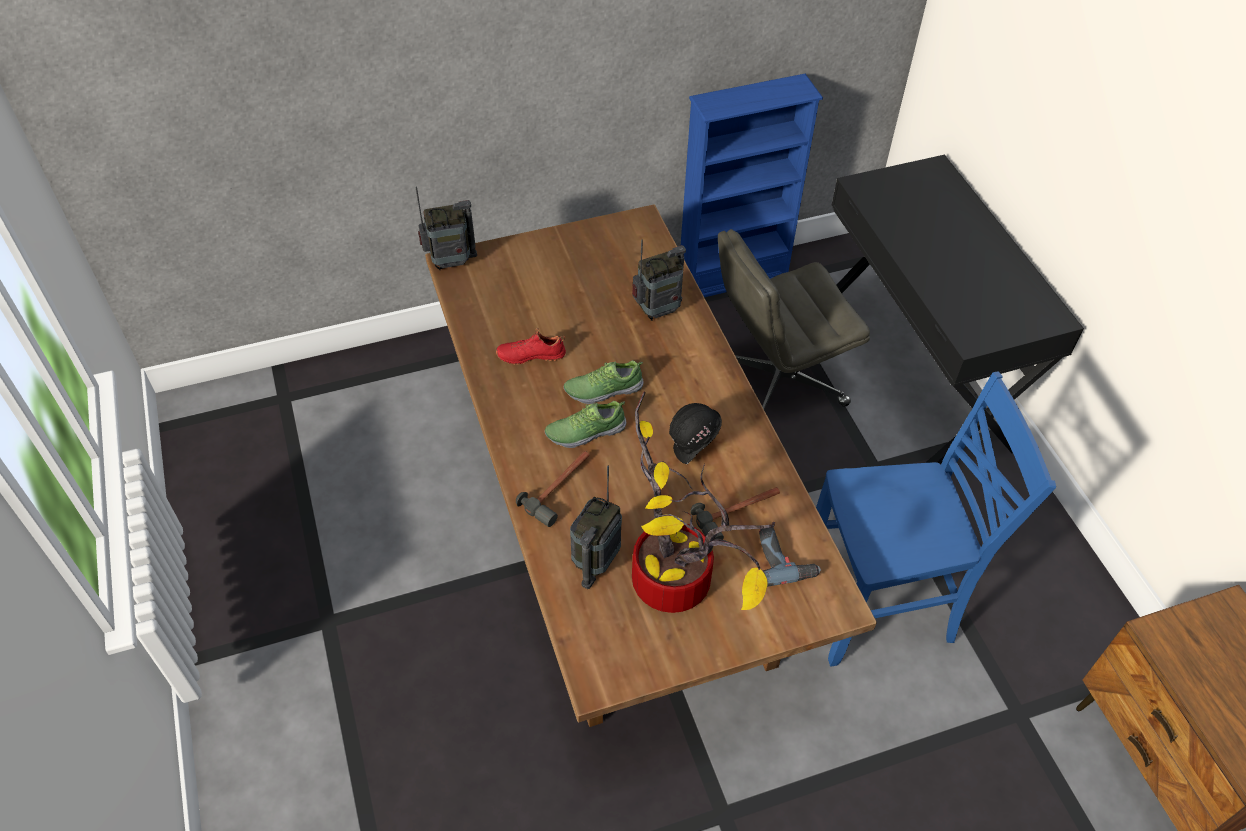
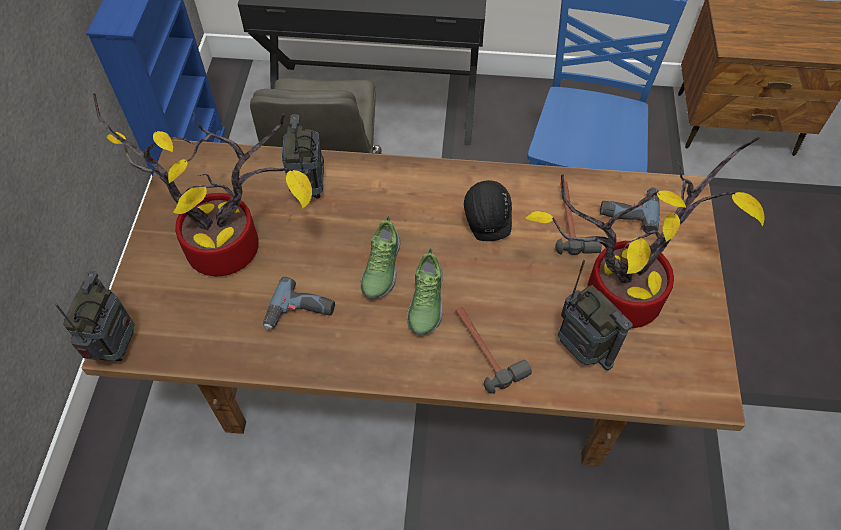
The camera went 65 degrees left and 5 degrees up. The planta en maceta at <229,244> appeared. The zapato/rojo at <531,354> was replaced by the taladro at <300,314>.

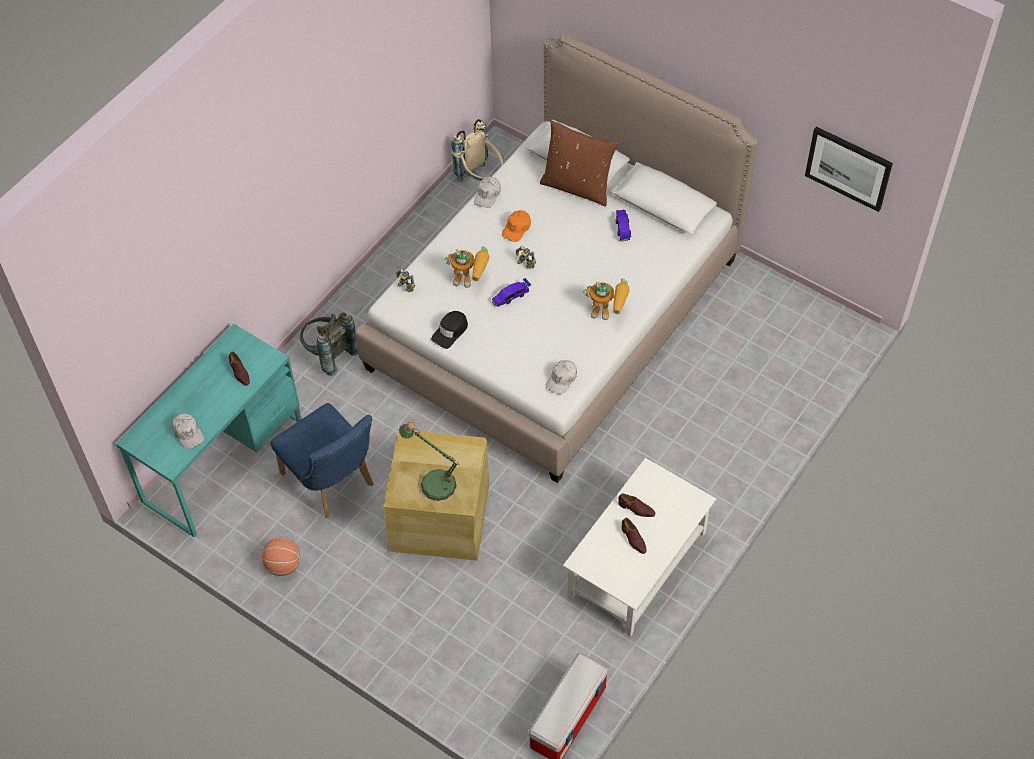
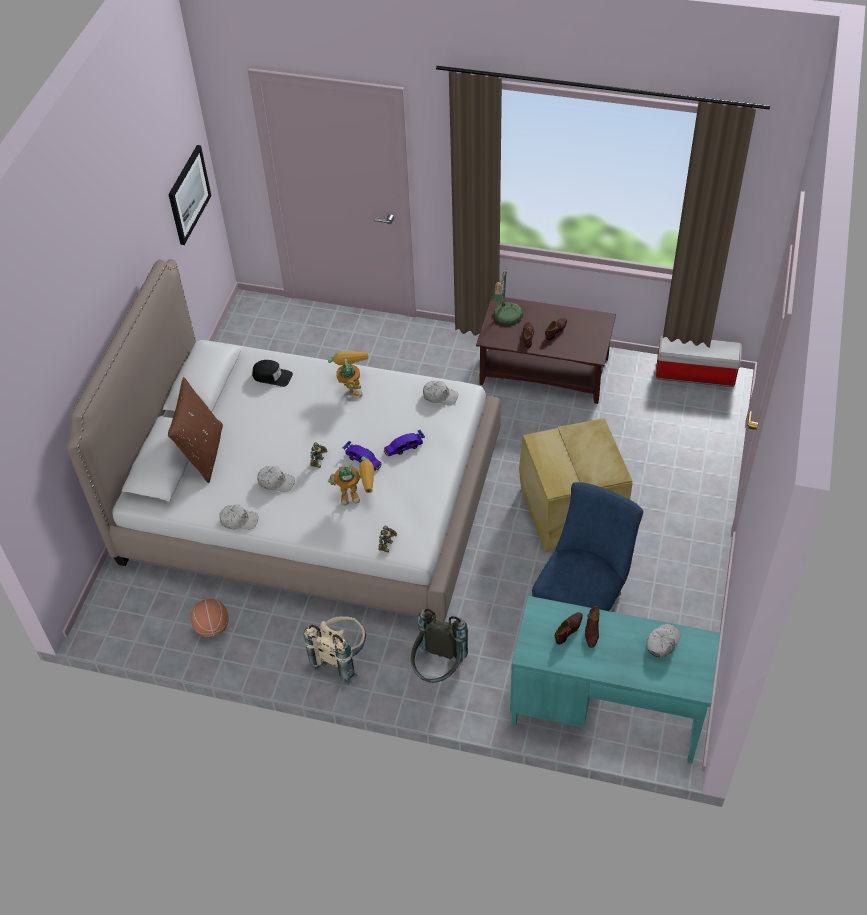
The camera went 110 degrees left and 5 degrees down. The balón de baloncesto moved from <283,565> to <212,627>. The gorra/negro moved from <450,331> to <272,376>. The gorra/naranja at <517,228> became the gorra/blanco at <276,482>. The mochila/beis moved from <481,179> to <341,657>. The robot de juguete at <470,280> turned 90 degrees clockwise. The coche de juguete moved from <622,227> to <404,447>. The mesa de centro/blanco at <637,564> became the mesa de centro/marrón at <543,371>. The lámpara de mesa moved from <433,481> to <505,318>. The zapato/marrón at <592,630> appeared.

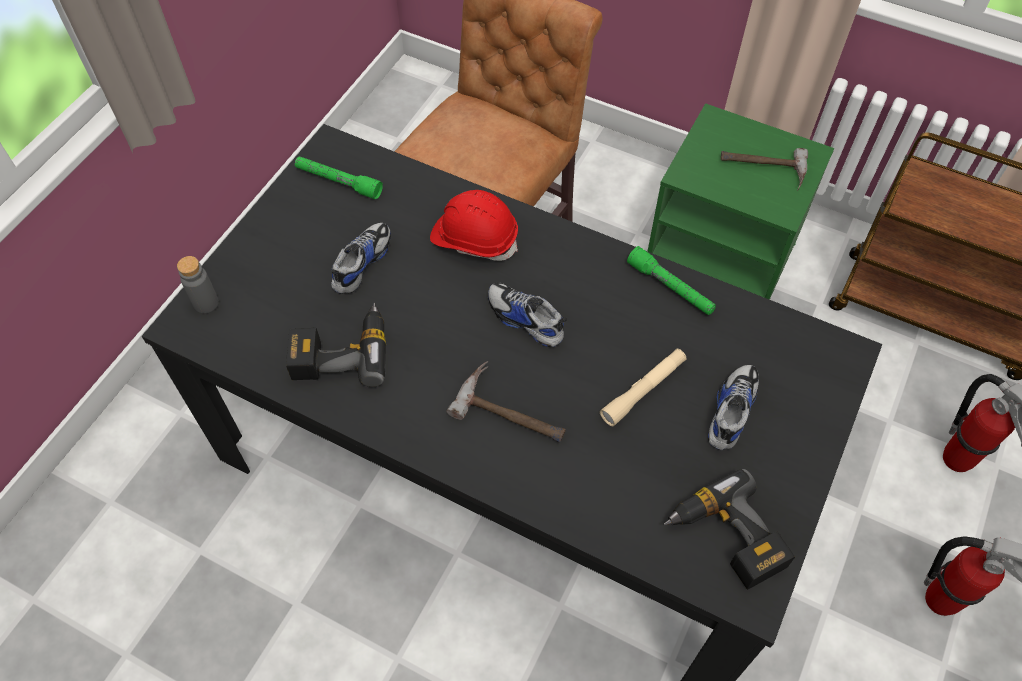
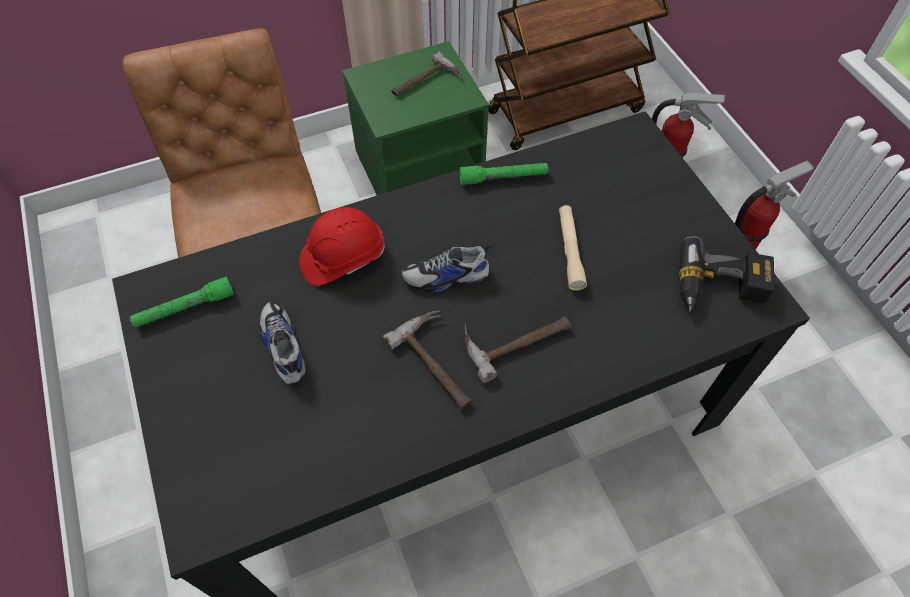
The camera went 50 degrees left and 0 degrees up. The martillo at <439,361> appeared. The botella/gris at <206,303> disappeared. The taladro at <341,351> disappeared. The zapato at <731,411> disappeared.

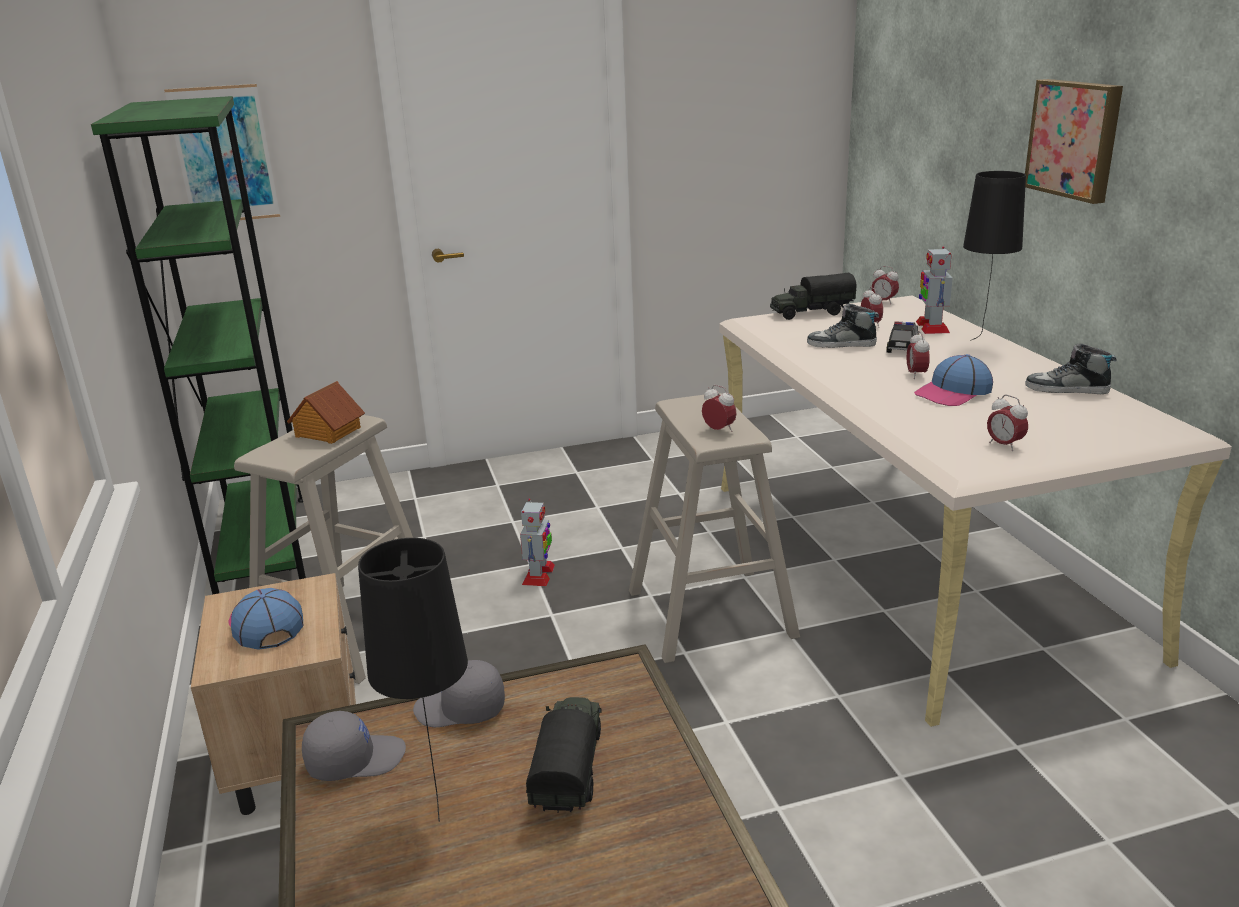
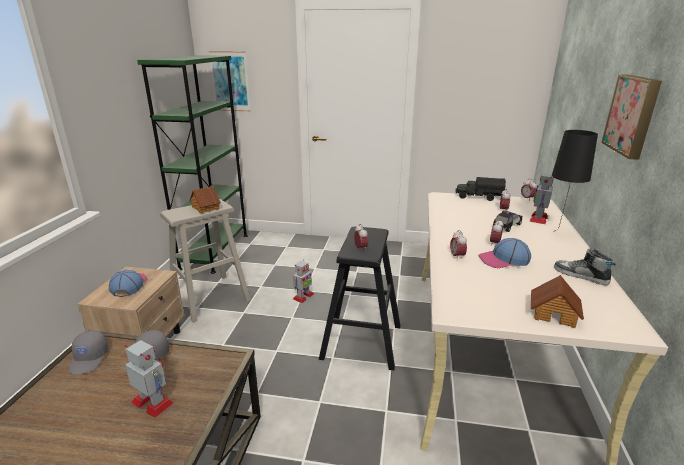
The camera went 25 degrees right and 0 degrees up. The gorra/gris at <355,759> turned 75 degrees clockwise. The camión de juguete at <570,771> was replaced by the robot de juguete at <153,402>. The taburete/beis at <710,613> became the taburete/negro at <361,341>. The despertador moved from <1004,445> to <457,256>. The casita at <554,313> appeared. The lámpara de mesa/negro at <438,804> disappeared. The zapato at <841,344> disappeared.

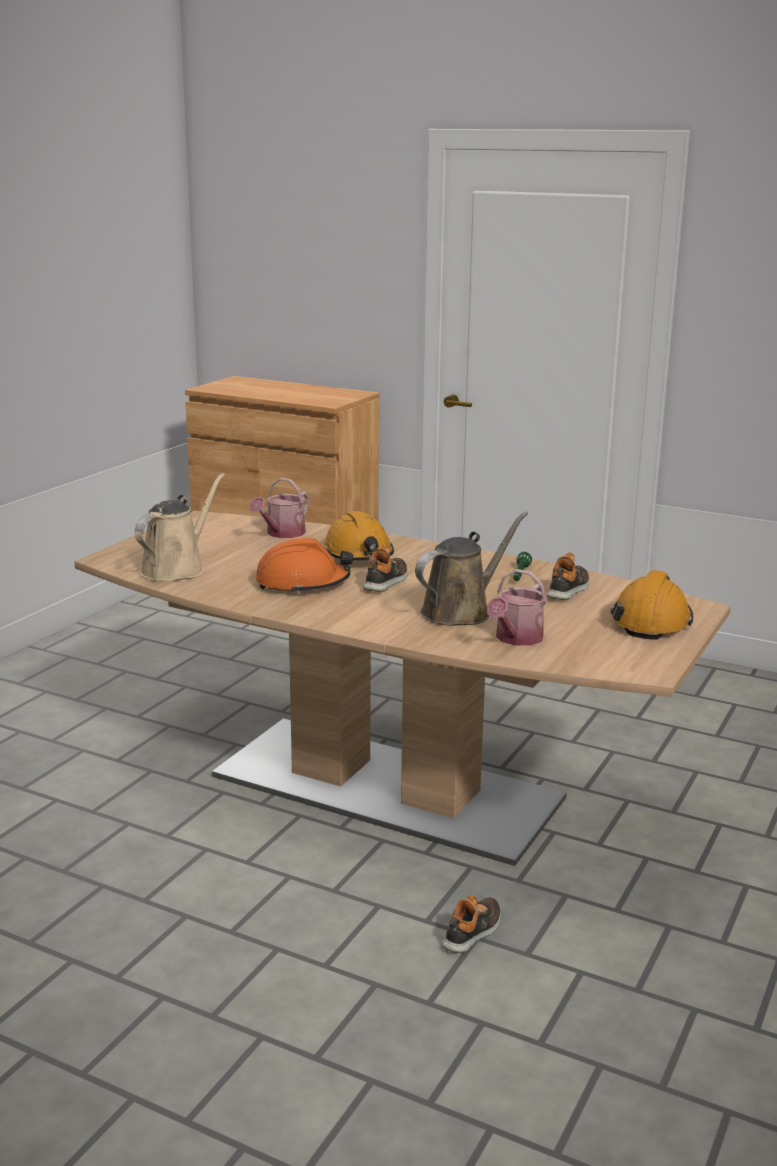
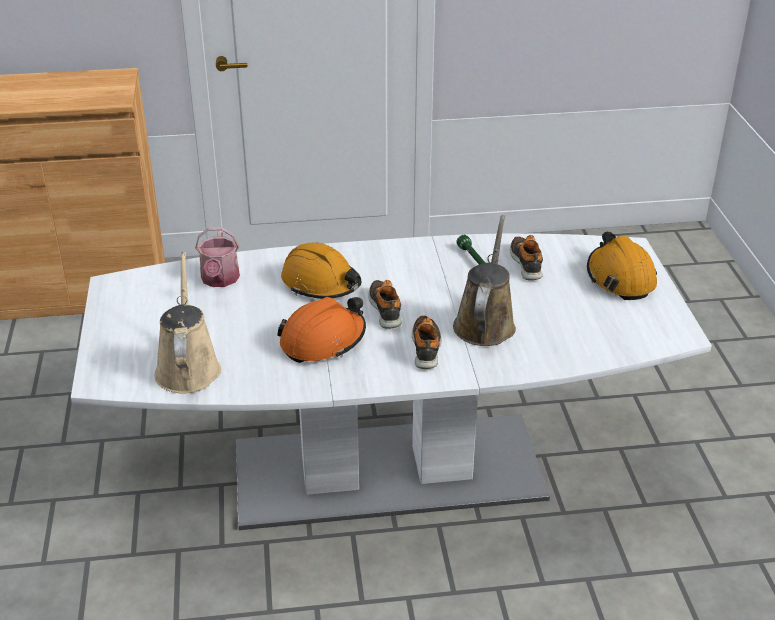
The camera went 35 degrees left and 15 degrees up. The mesa de comedor/marrón at <385,786> became the mesa de comedor/blanco at <386,471>. The zapato moved from <473,932> to <426,348>. The regadera at <516,639> disappeared.

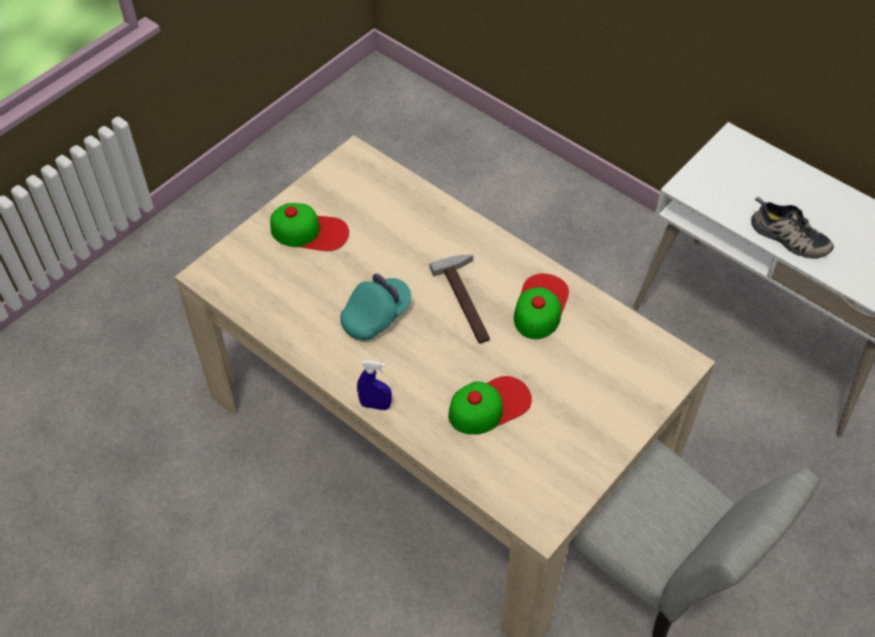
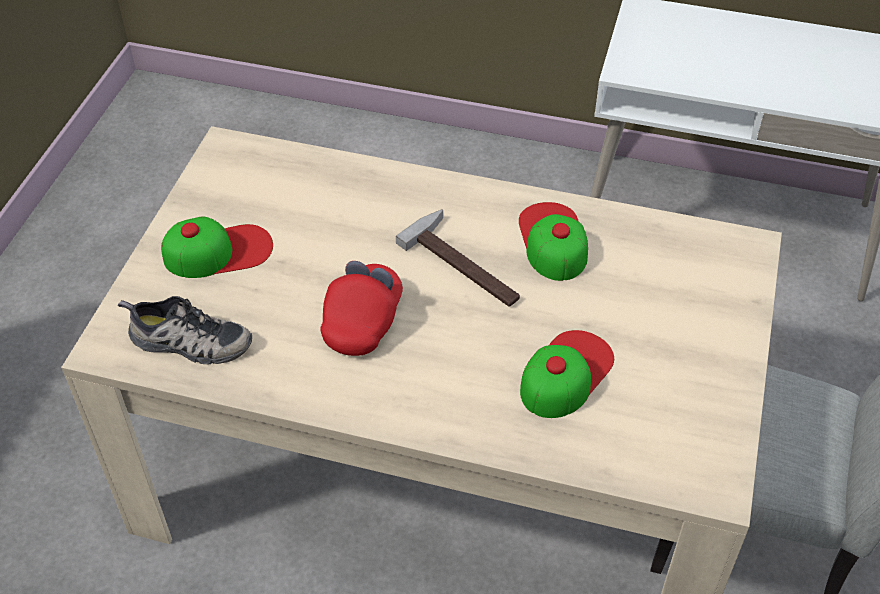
The camera went 25 degrees left and 5 degrees down. The zapato moved from <787,238> to <188,343>. The gorra/turquesa at <376,316> became the gorra/rojo at <363,321>. The pulverizador/azul at <375,405> disappeared.

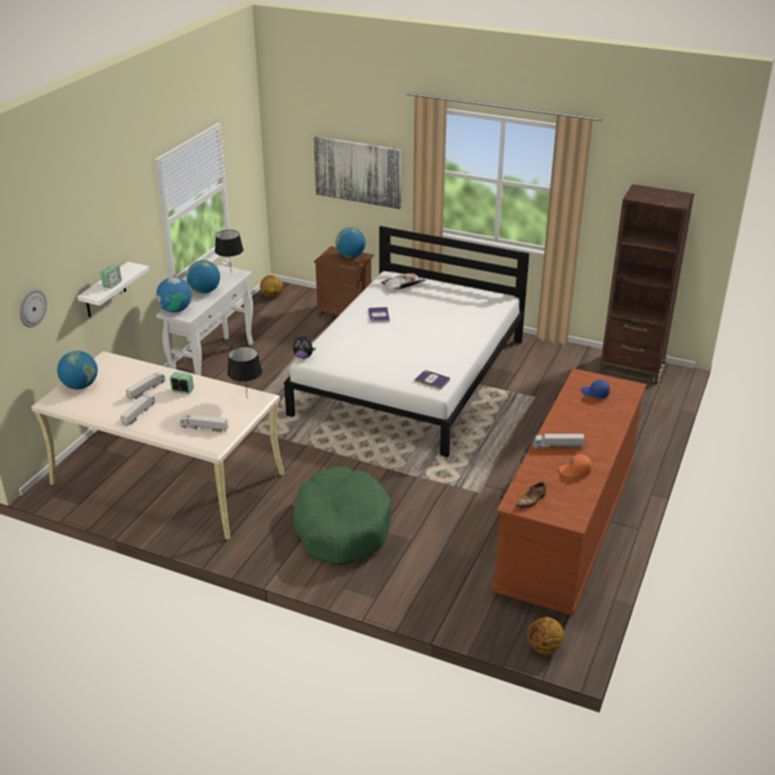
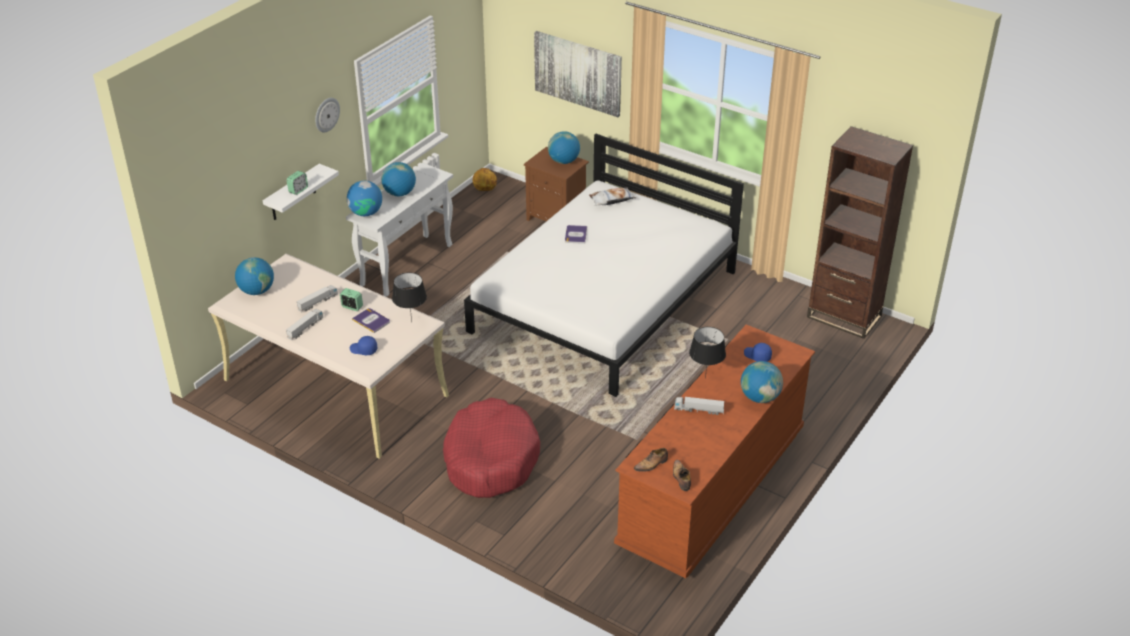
The camera went 10 degrees right and 5 degrees up. The reloj de pared moved from <32,307> to <326,114>. The camión de juguete at <204,428> was replaced by the gorra/azul at <363,350>. The libro moved from <432,380> to <371,321>. The cama para perro/verde at <342,527> became the cama para perro/rojo at <490,459>. The zapato at <681,478> appeared. The lámpara de mesa/negro moved from <231,273> to <705,378>. The globo terráqueo at <760,397> appeared. The peluche at <303,356> disappeared. The balón de baloncesto at <544,648> disappeared. The gorra/naranja at <575,471> disappeared.

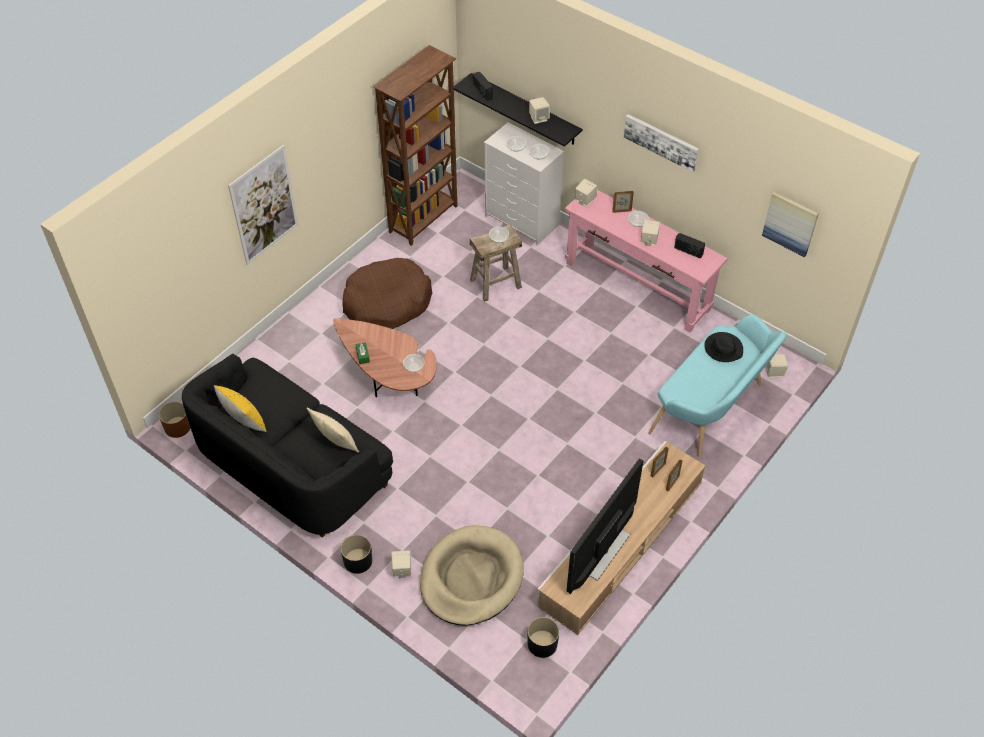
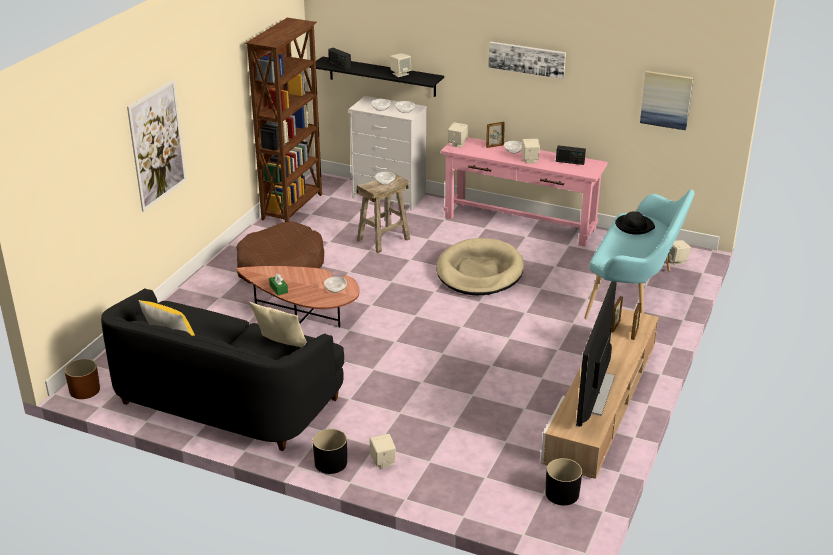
The camera went 15 degrees left and 20 degrees down. The cama para perro/beis moved from <471,578> to <479,272>.

